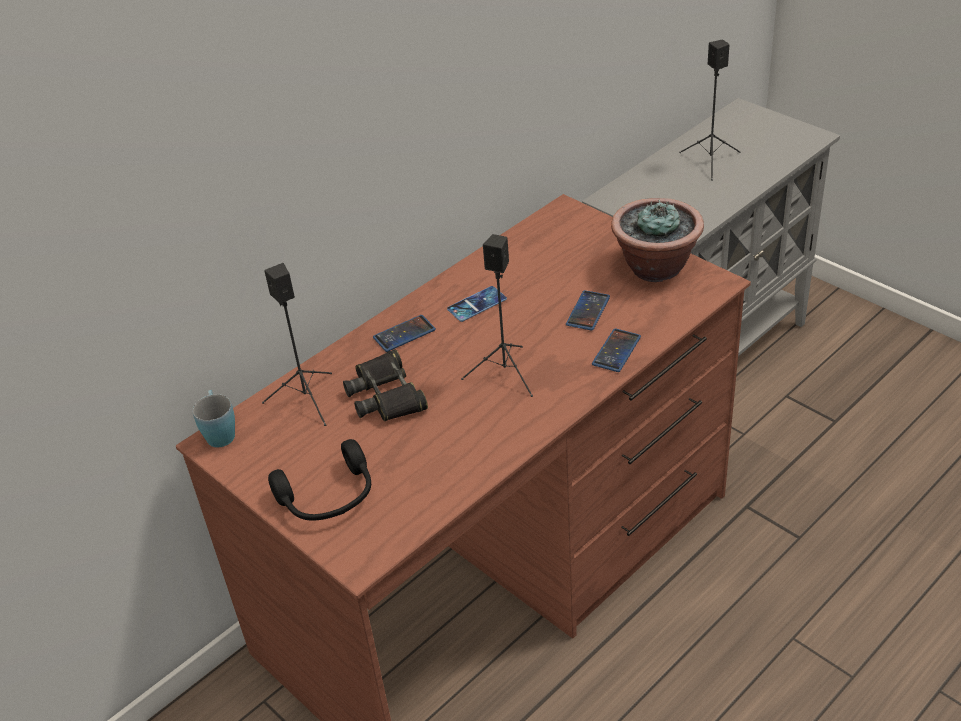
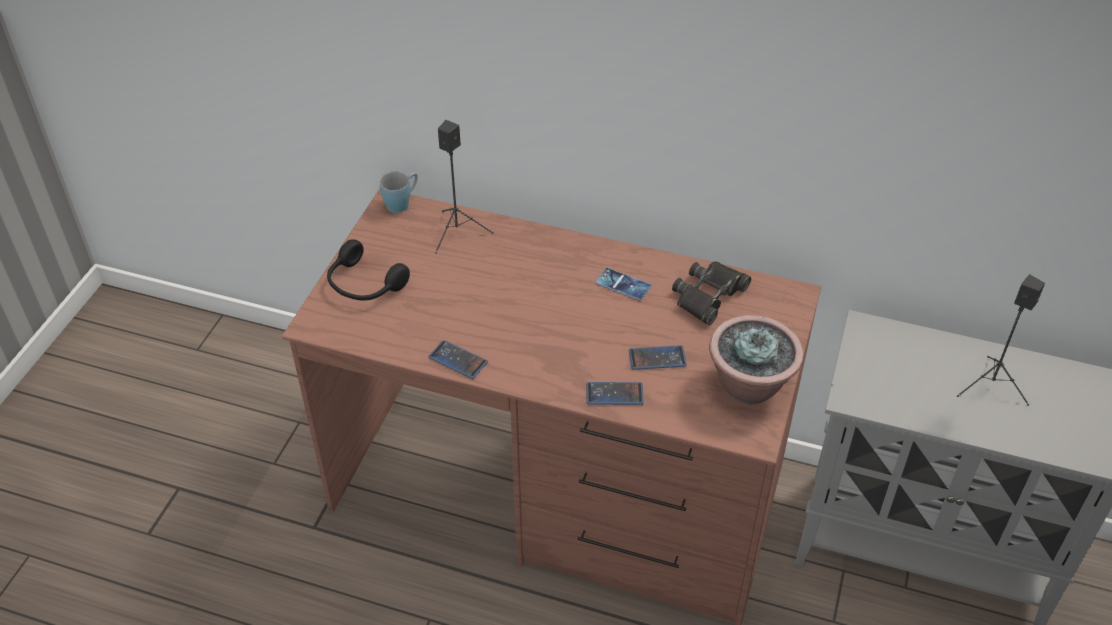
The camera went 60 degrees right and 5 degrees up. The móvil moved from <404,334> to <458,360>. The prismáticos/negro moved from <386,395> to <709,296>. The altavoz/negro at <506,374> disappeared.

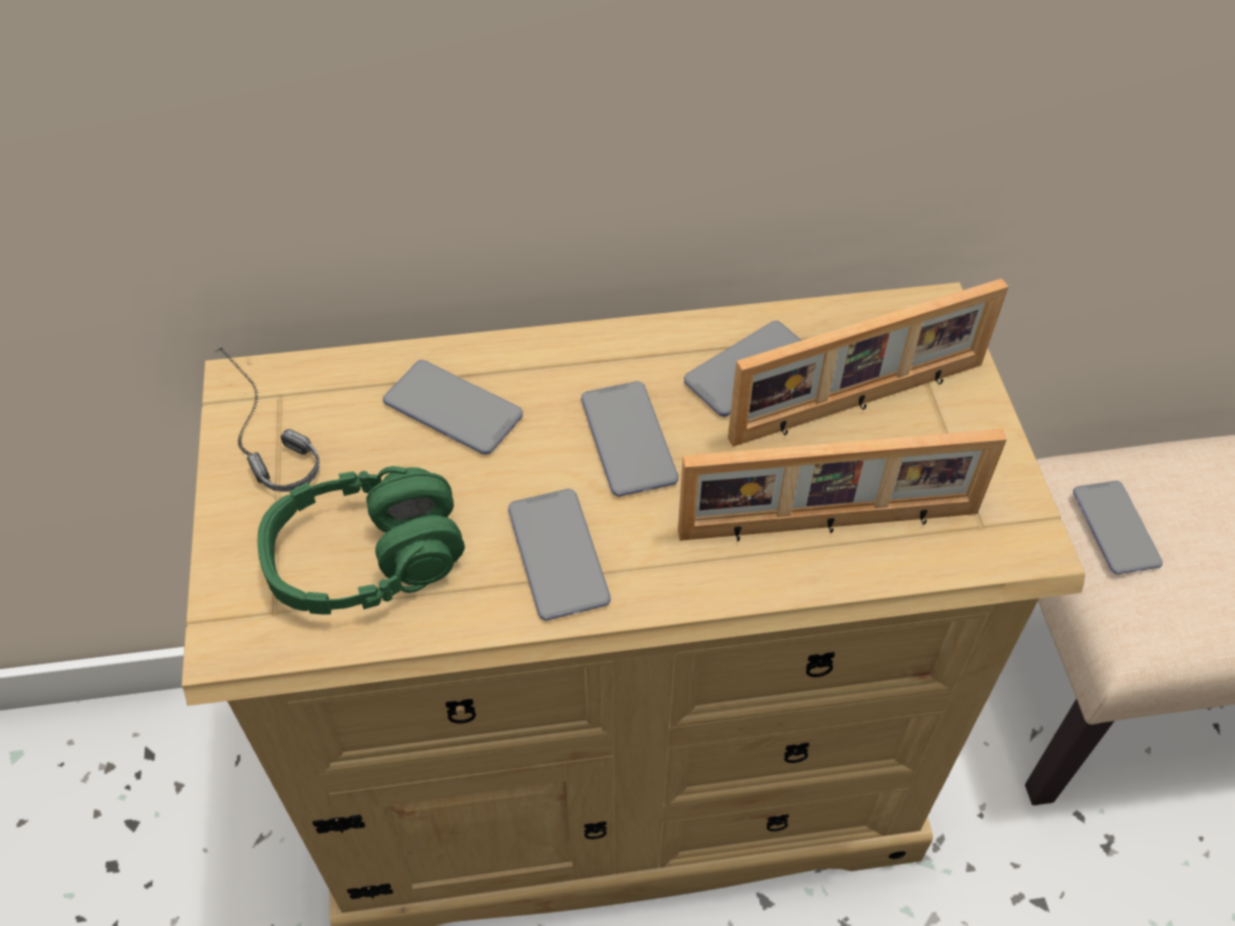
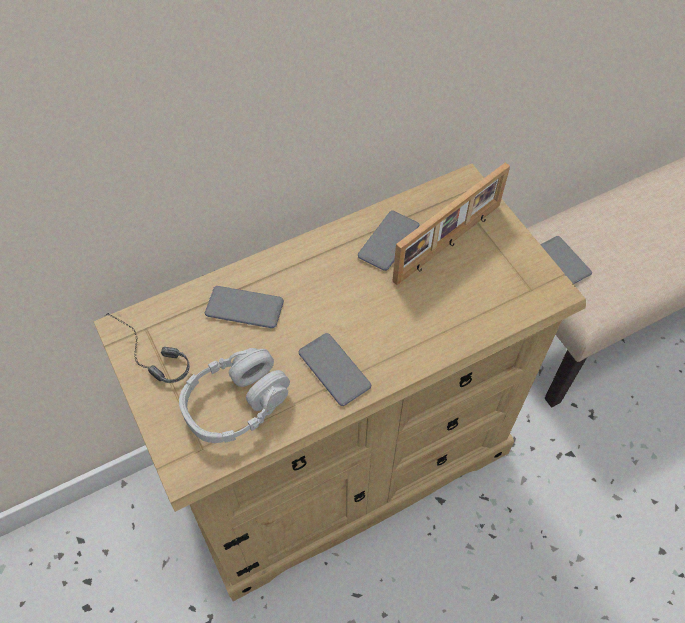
The camera went 20 degrees left and 5 degrees up. The auriculares/verde at <366,558> became the auriculares/gris at <236,403>. The móvil at <628,440> disappeared. The portarretratos at <829,526> disappeared.

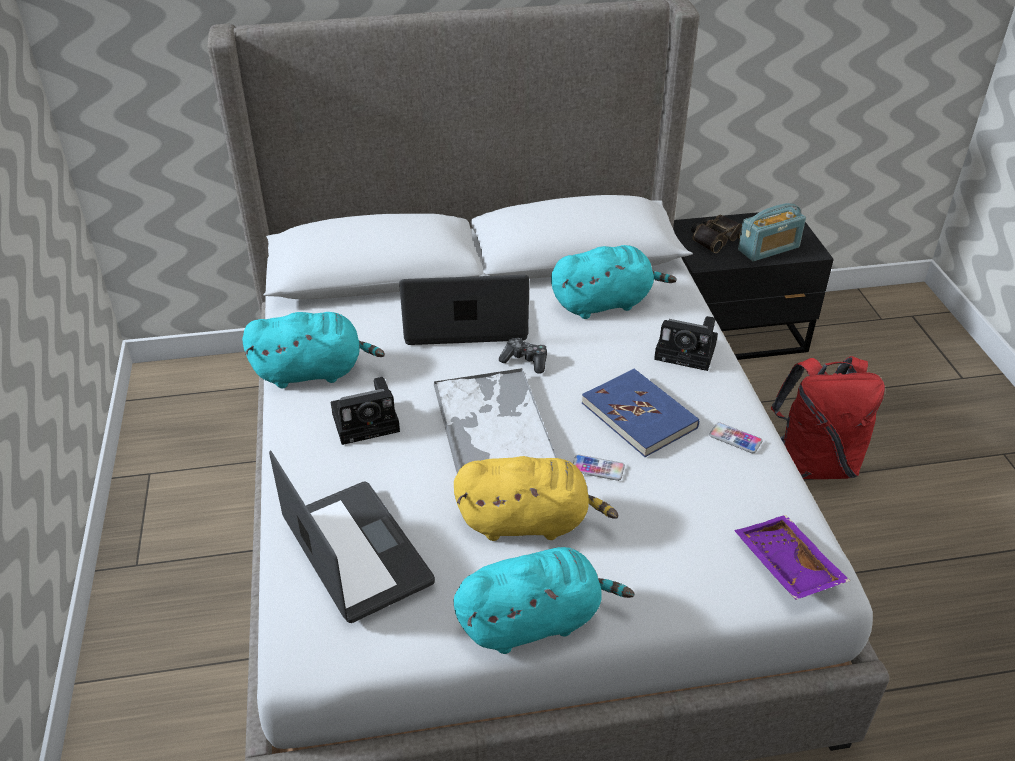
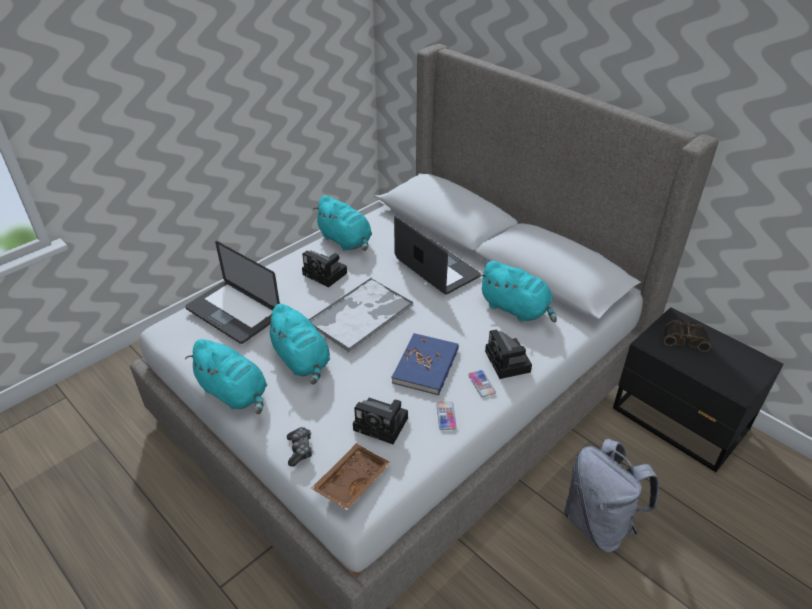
The camera went 55 degrees right and 0 degrees up. The portátil at <357,552> turned 105 degrees clockwise. The peluche/amarillo at <528,522> became the peluche/turquesa at <302,360>. The mando de consola moved from <525,361> to <300,449>. The bandeja/morado at <785,566> became the bandeja/marrón at <351,481>. The cámara at <383,424> appeared. The móvil moved from <597,468> to <481,384>. The mochila/rojo at <814,464> became the mochila/gris at <599,523>. The radio at <768,249> disappeared.

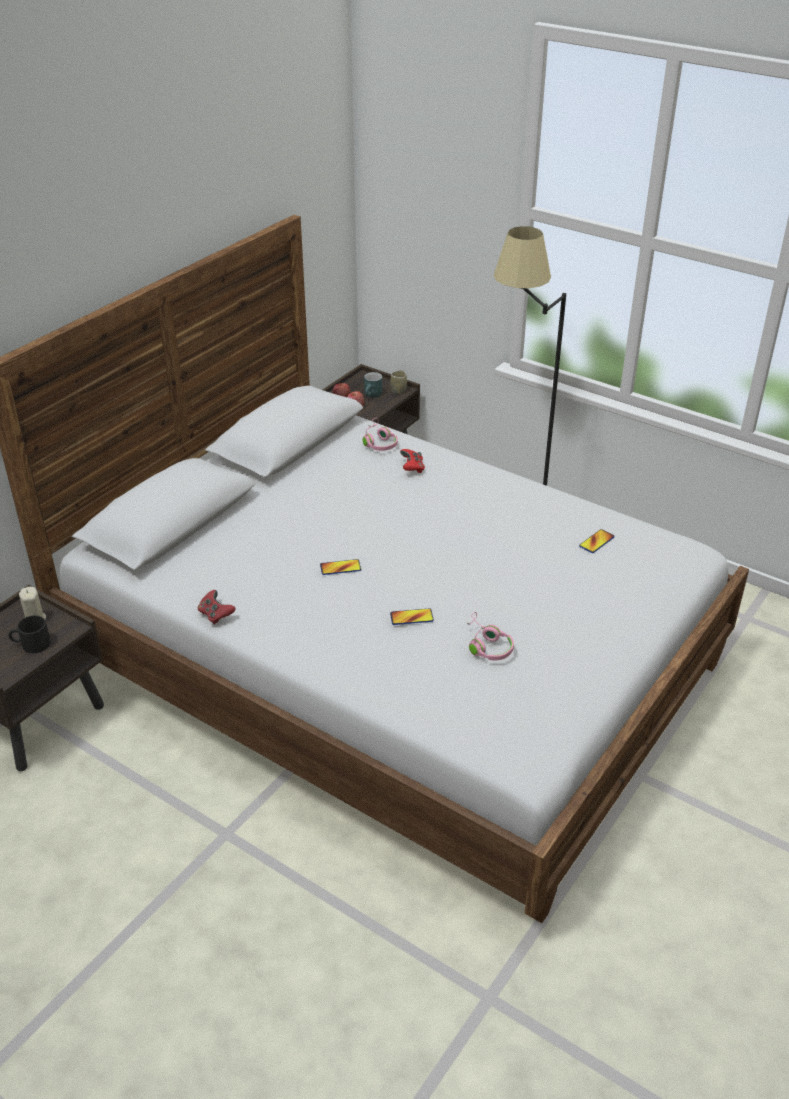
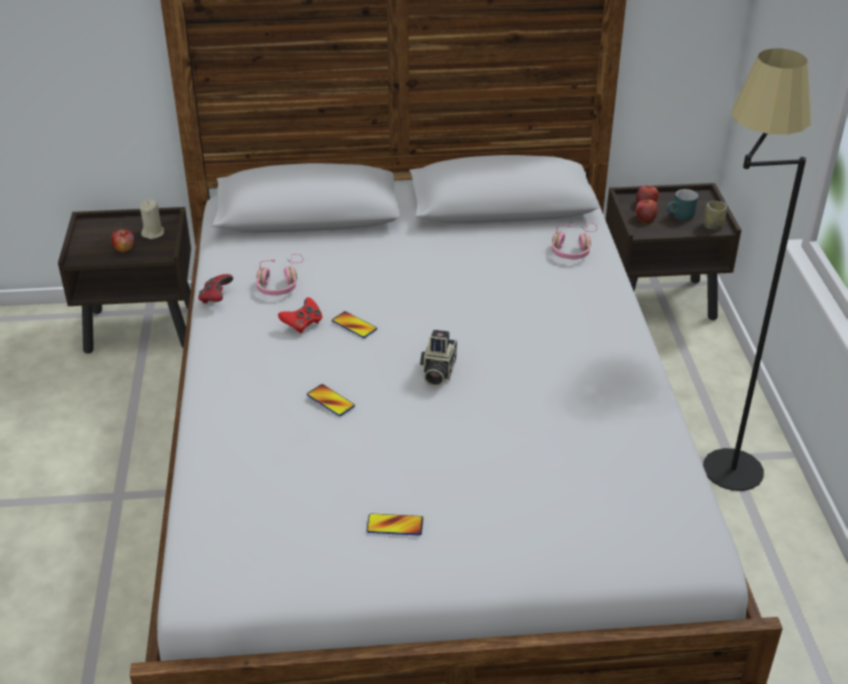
The camera went 50 degrees right and 0 degrees up. The taza grande/negro at <31,645> was replaced by the manzana at <124,248>. The auriculares/rosa moved from <486,645> to <280,283>. The mando de consola/rojo moved from <412,468> to <302,324>. The móvil moved from <596,542> to <395,525>. The cámara at <437,372> appeared.

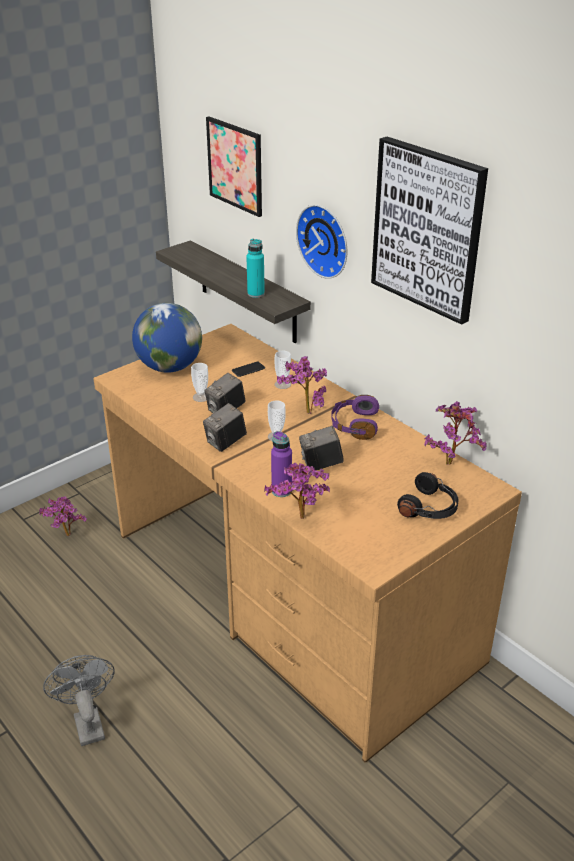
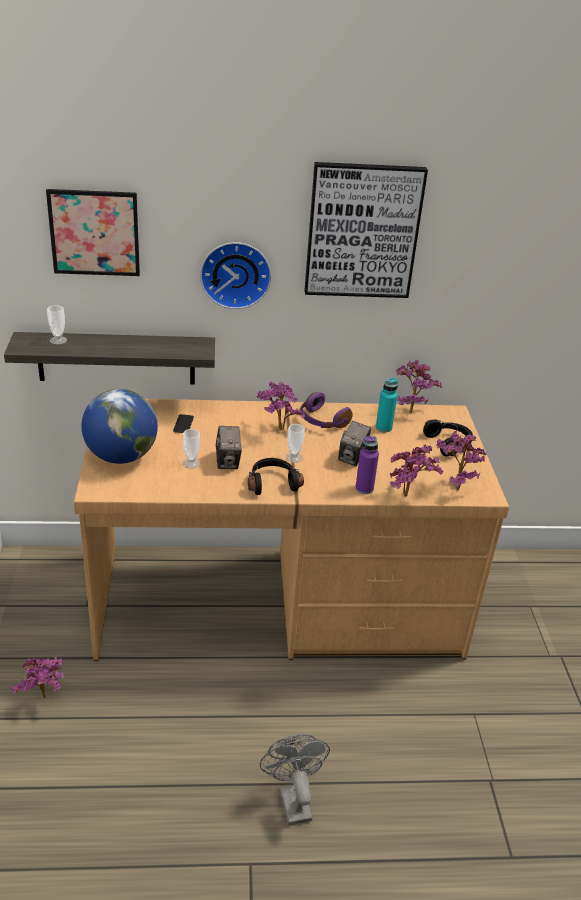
The camera went 55 degrees left and 0 degrees up. The taza moved from <282,384> to <58,340>. The cámara at <225,443> was replaced by the auriculares/negro at <272,483>. The ventilador/gris at <87,722> turned 60 degrees clockwise. The botella/turquesa moved from <256,294> to <383,428>. The planta en maceta at <454,486> appeared.

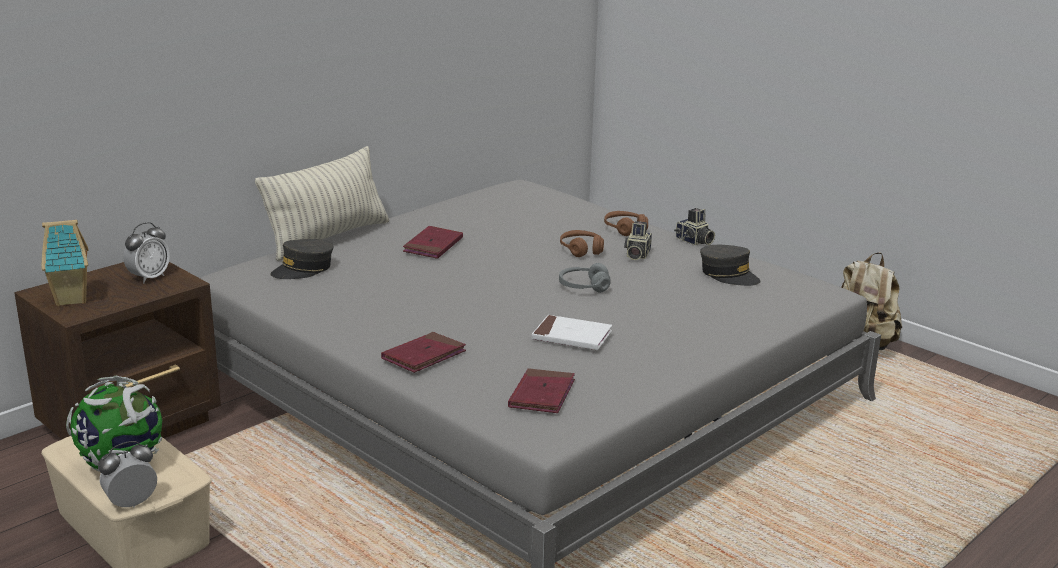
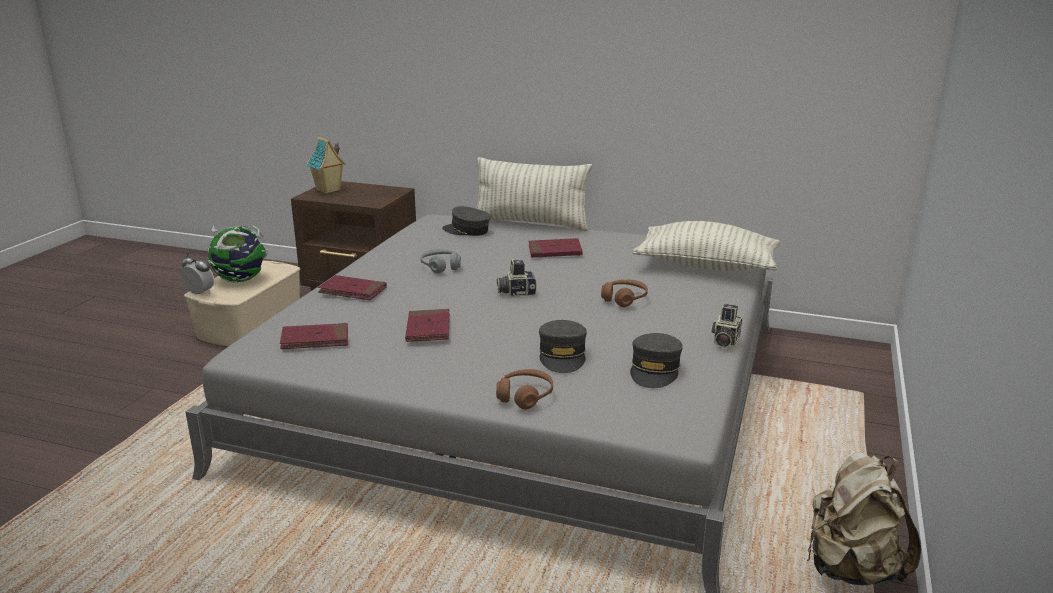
The camera went 65 degrees right and 0 degrees up. The libro/blanco at <572,336> became the libro/rojo at <428,329>. The auriculares/gris moved from <583,287> to <441,266>. The auriculares/marrón moved from <625,229> to <525,396>. The cámara moved from <636,255> to <516,292>. The gorra/gris at <562,356> appeared. The cojín at <706,266> appeared. The despertador at <149,278> disappeared.

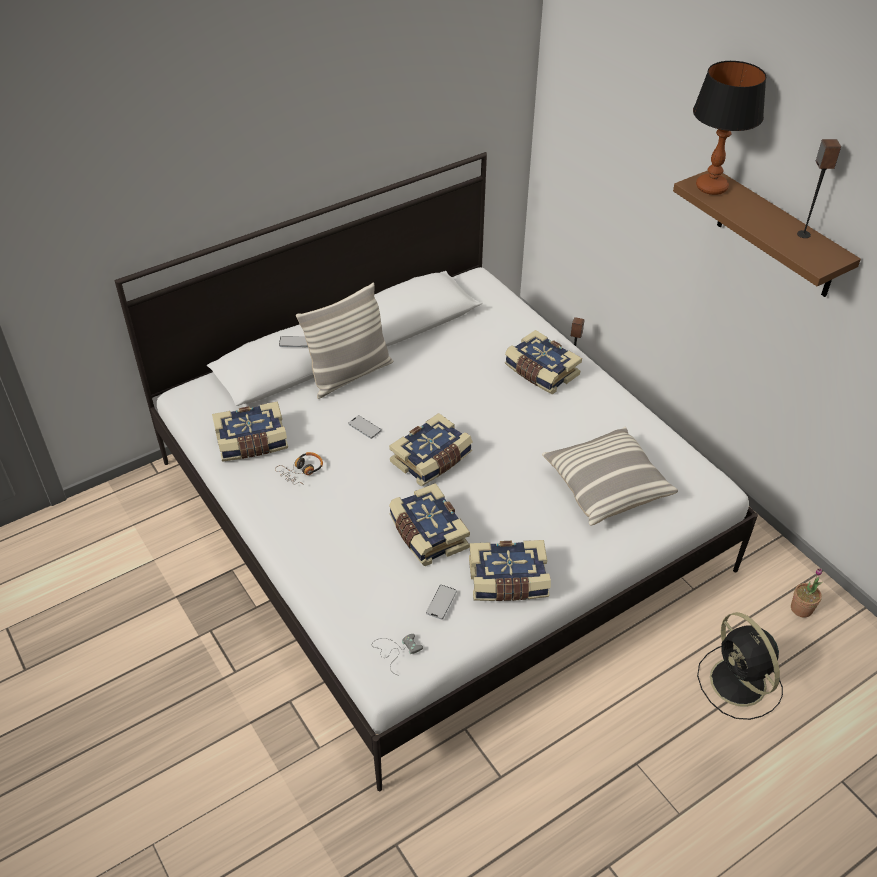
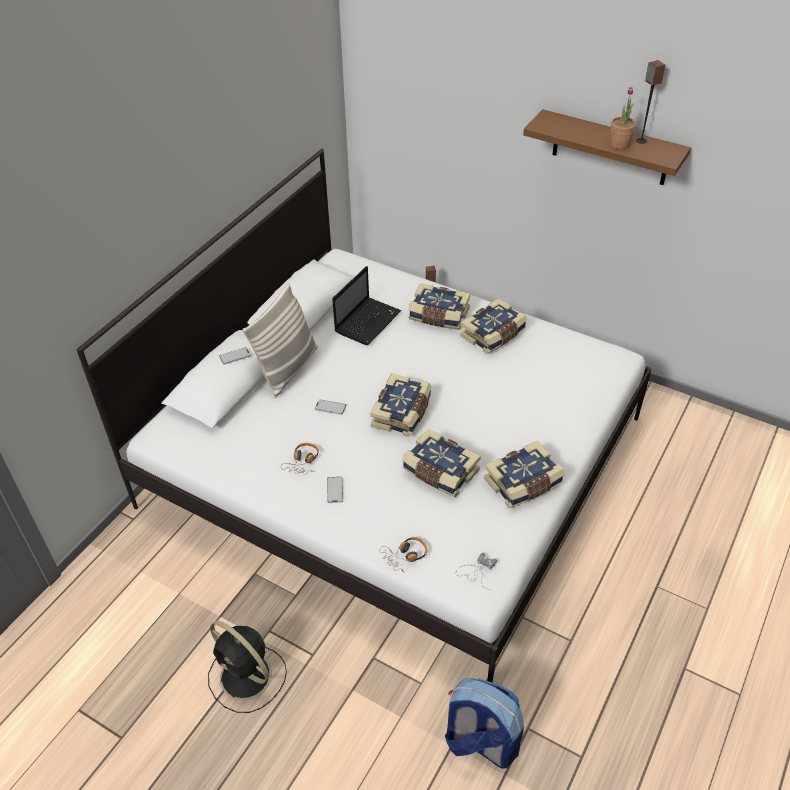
The camera went 25 degrees left and 0 degrees up. The ventilador/negro moved from <739,684> to <247,677>. The móvil moved from <441,602> to <335,490>. The portátil at <368,321> appeared. The auriculares at <405,556> appeared. The mochila at <480,742> appeared. The libro moved from <252,442> to <493,335>. The planta en maceta moved from <801,609> to <619,144>. The cojín at <605,486> disappeared. The lámpara de mesa at <711,187> disappeared.

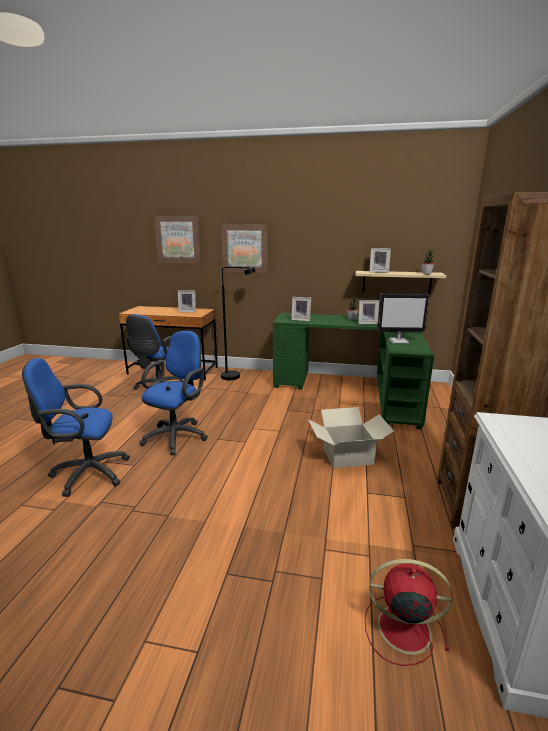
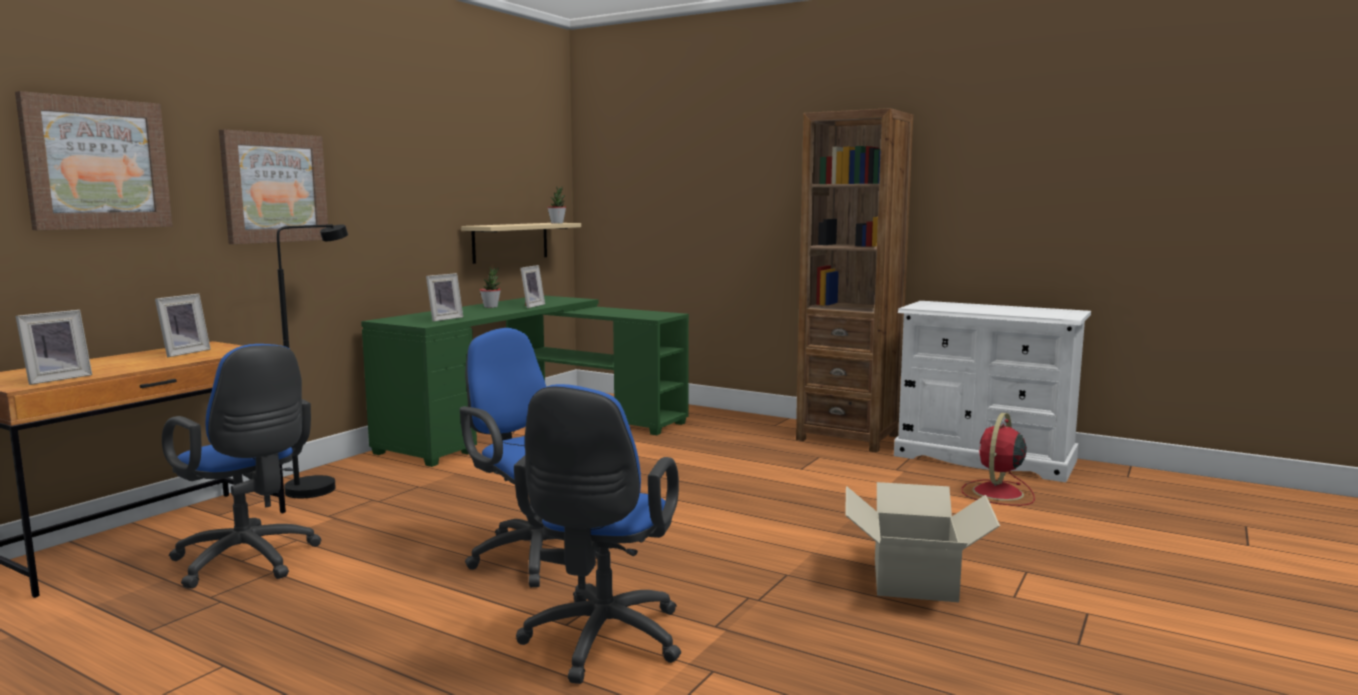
The camera went 70 degrees left and 10 degrees down. The portarretratos moved from <378,272> to <56,379>. The caja de cartón moved from <347,455> to <913,579>. The monitor at <399,341> disappeared.

